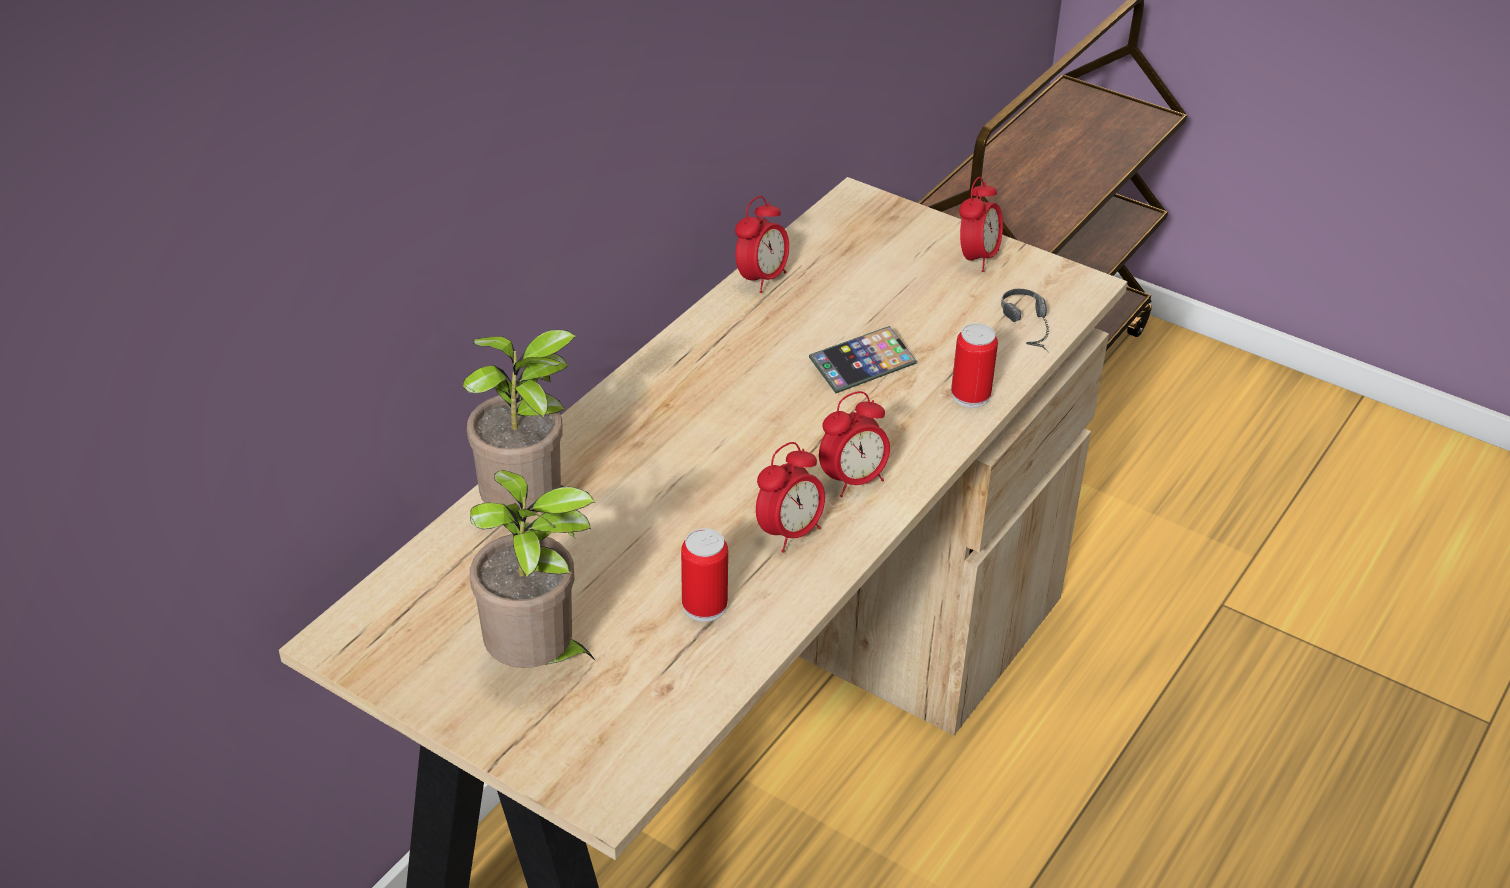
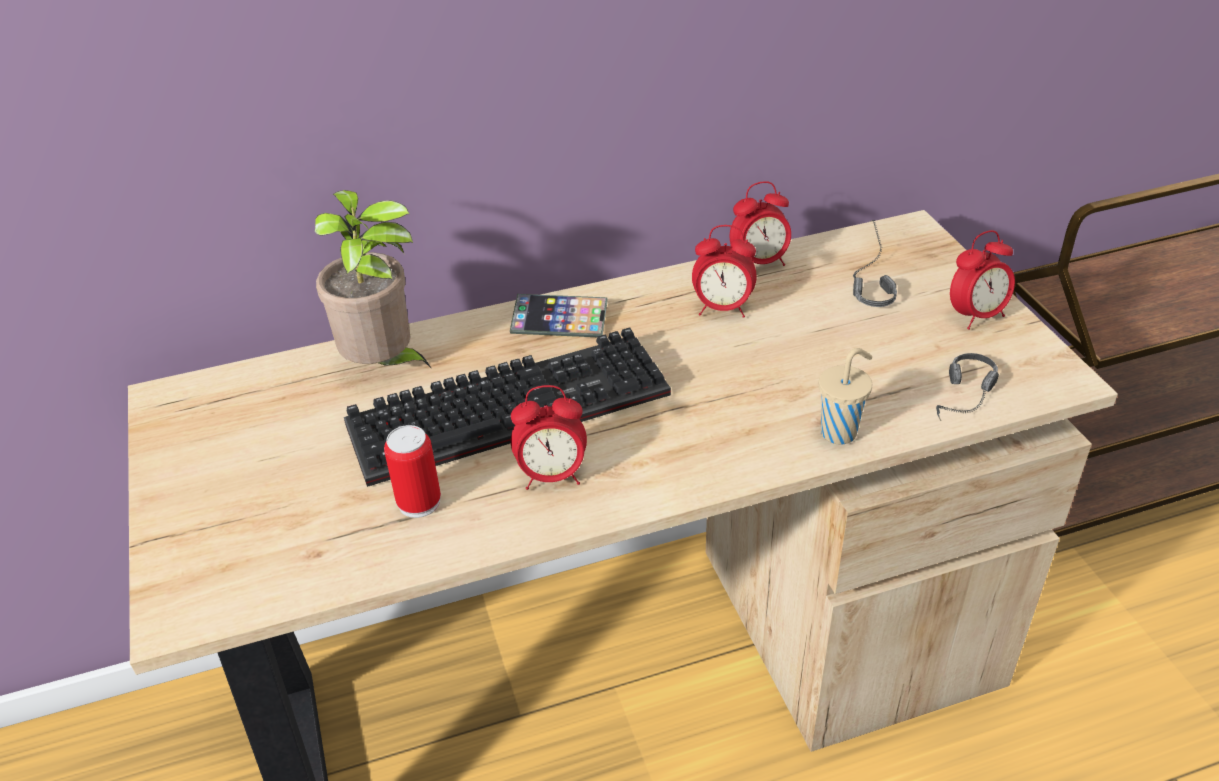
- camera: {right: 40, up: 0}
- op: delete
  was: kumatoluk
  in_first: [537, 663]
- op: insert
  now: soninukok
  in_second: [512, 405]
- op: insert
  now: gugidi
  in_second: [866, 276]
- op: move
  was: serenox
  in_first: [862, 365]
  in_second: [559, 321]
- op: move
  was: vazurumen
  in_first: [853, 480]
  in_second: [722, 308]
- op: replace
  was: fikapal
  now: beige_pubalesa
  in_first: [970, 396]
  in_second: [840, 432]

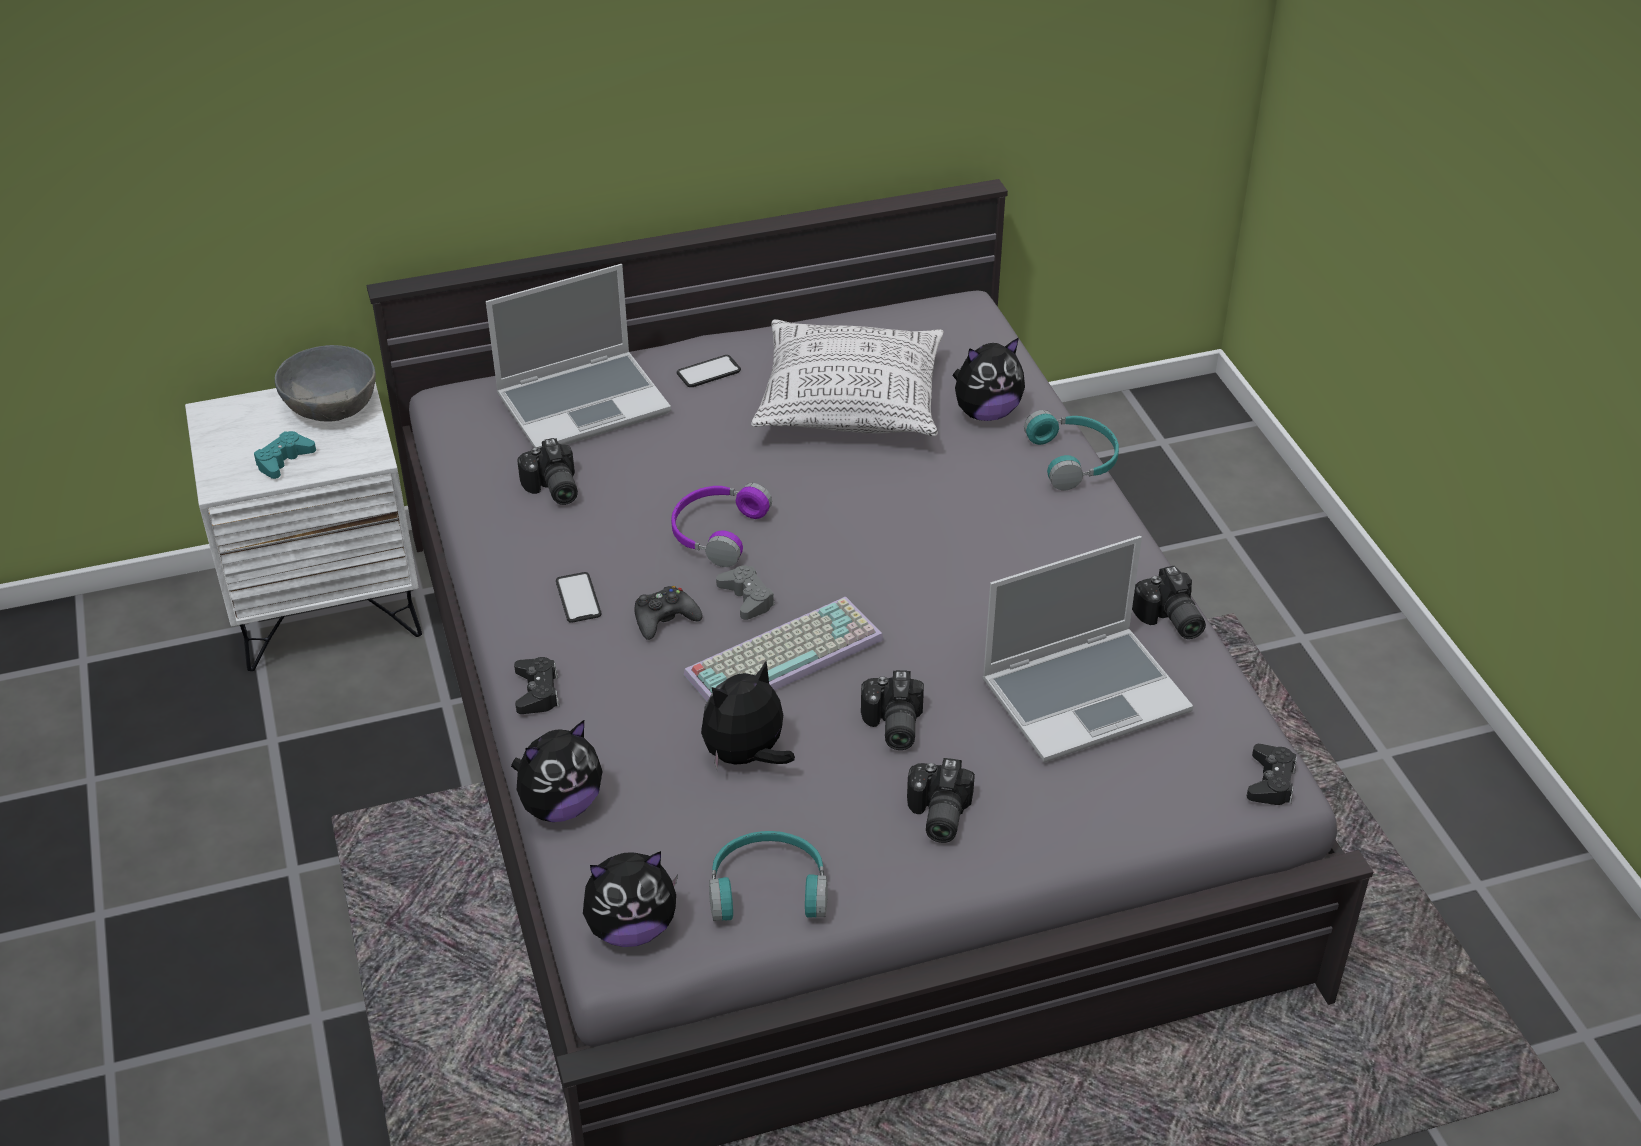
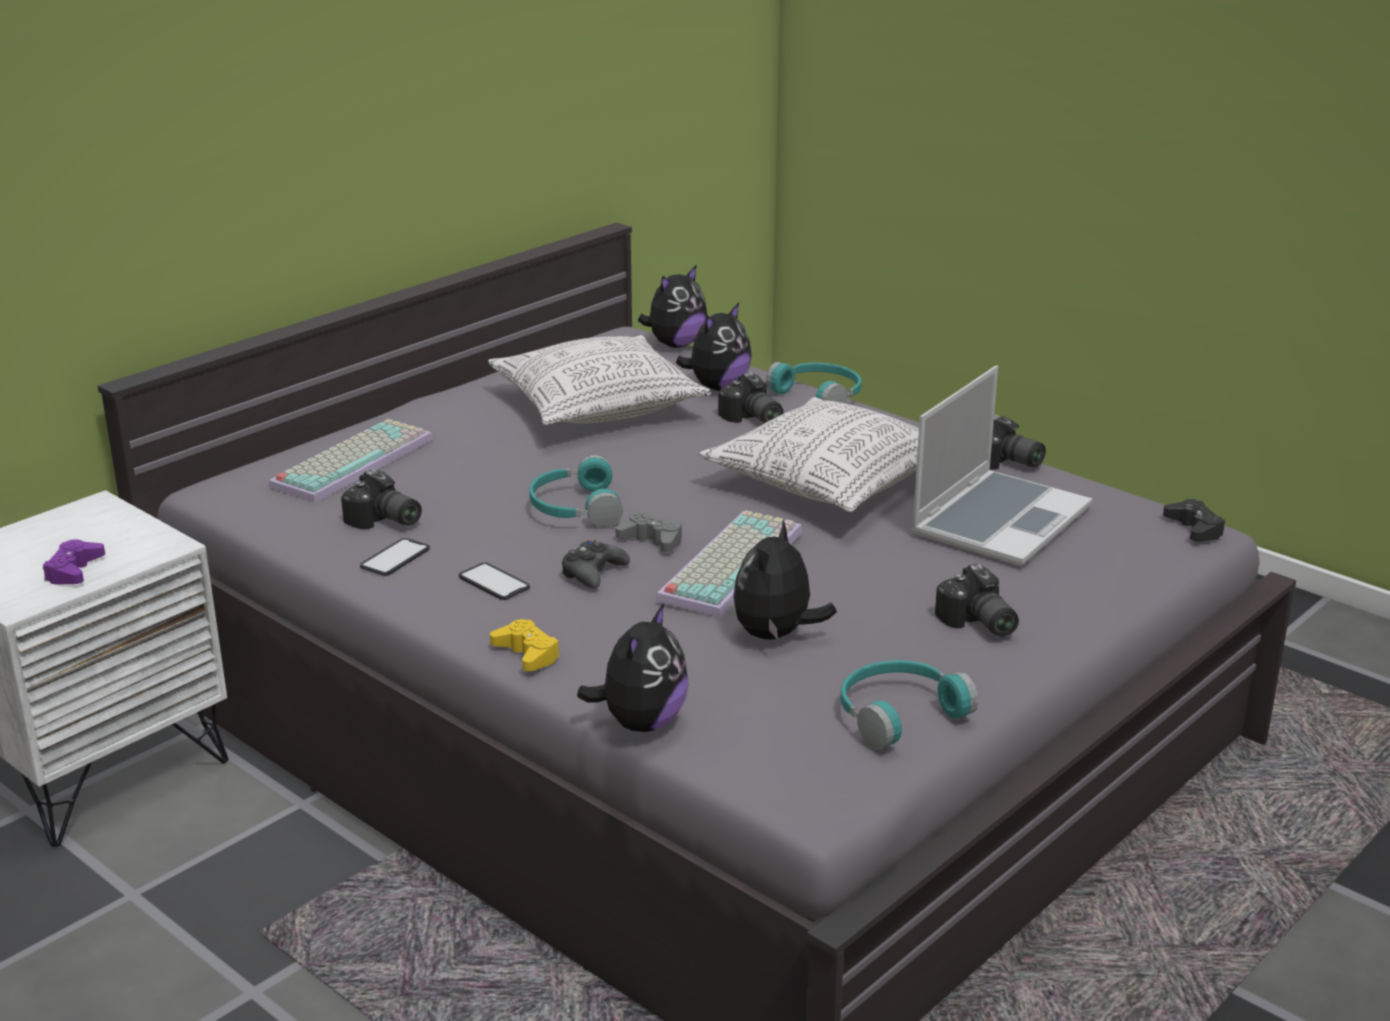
- camera: {right: -30, up: -15}
- op: delete
  was: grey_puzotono
  in_first: [332, 405]
- op: insert
  now: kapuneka
  in_second: [830, 482]
- op: move
  was: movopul
  in_first: [631, 928]
  in_second: [675, 344]
- op: move
  was: serenox
  in_first: [708, 372]
  in_second: [395, 558]
- op: move
  was: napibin
  in_first: [891, 726]
  in_second: [752, 419]
- op: replace
  was: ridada
  now: soninukok
  in_first: [584, 403]
  in_second: [352, 461]
- op: recolor
  was: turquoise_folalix
  now: purple_folalix
  in_first: [284, 460]
  in_second: [74, 570]
- op: recolor
  was: black_folalix
  now: yellow_folalix
  in_first: [537, 692]
  in_second: [527, 654]
- op: recolor
  was: purple_gugidi
  now: turquoise_gugidi
  in_first: [716, 532]
  in_second: [574, 508]

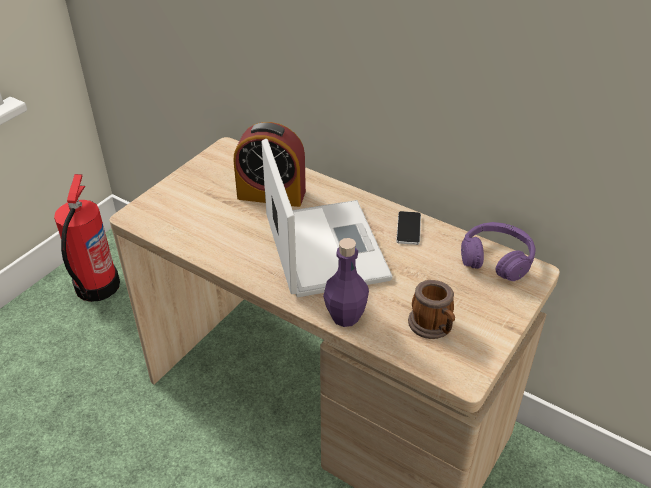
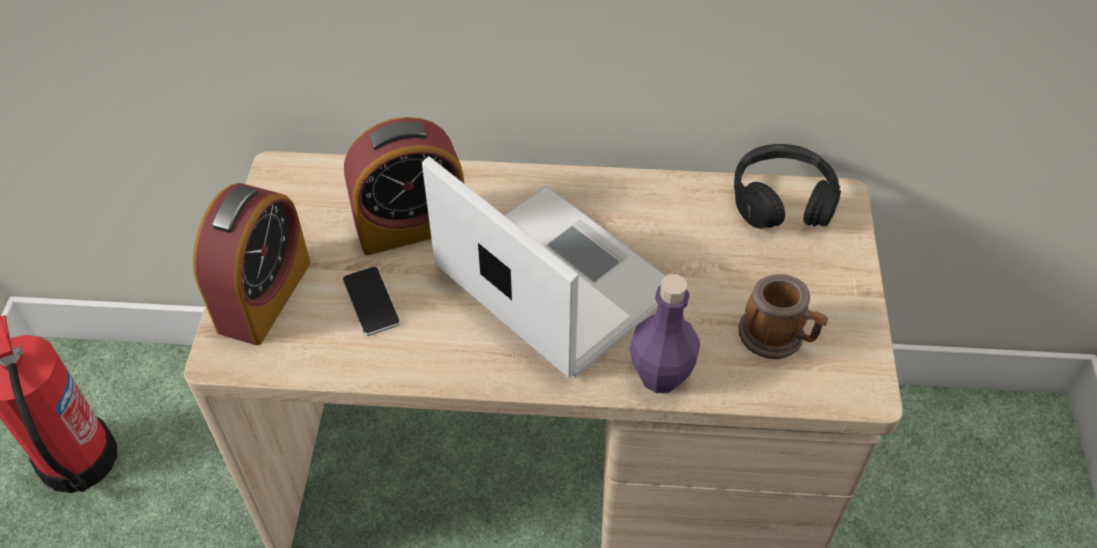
- camera: {right: -30, up: 10}
- op: insert
  now: vazurumen
  in_second: [264, 296]
- op: move
  was: serenox
  in_first: [408, 228]
  in_second: [371, 302]
- op: recolor
  was: purple_gugidi
  now: black_gugidi
  in_first: [496, 259]
  in_second: [782, 199]

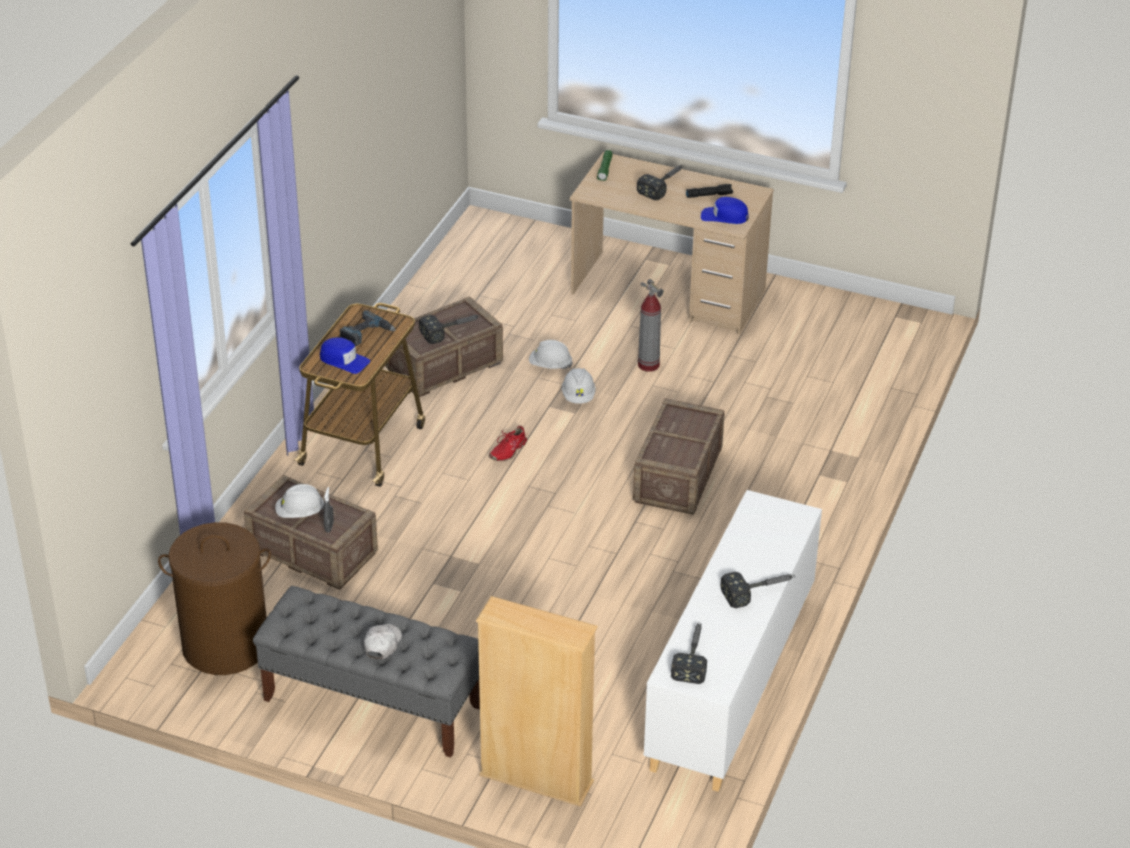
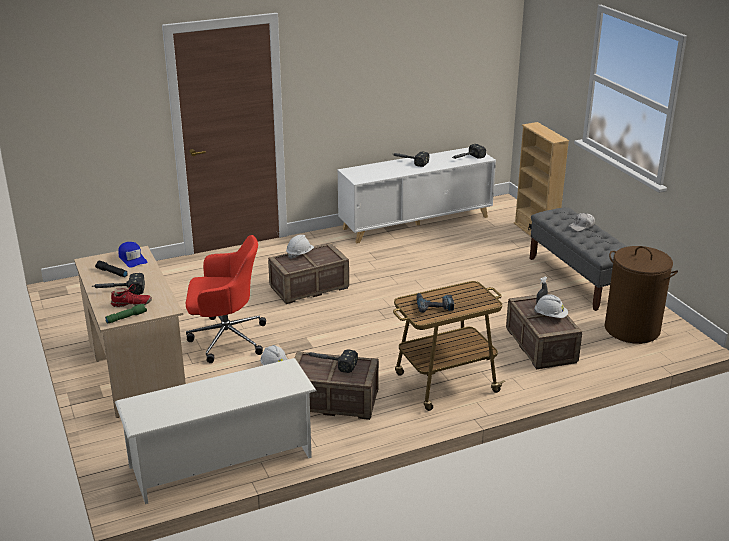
- camera: {right: -135, up: -10}
- op: delete
  was: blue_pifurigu
  in_first: [344, 360]
- op: insert
  now: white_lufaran
  in_second: [222, 462]
- op: move
  was: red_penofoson
  in_first: [508, 451]
  in_second: [131, 304]
- op: move
  was: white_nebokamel
  in_first: [578, 396]
  in_second: [299, 254]
- op: replace
  was: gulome
  now: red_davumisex
  in_first: [648, 365]
  in_second: [225, 338]

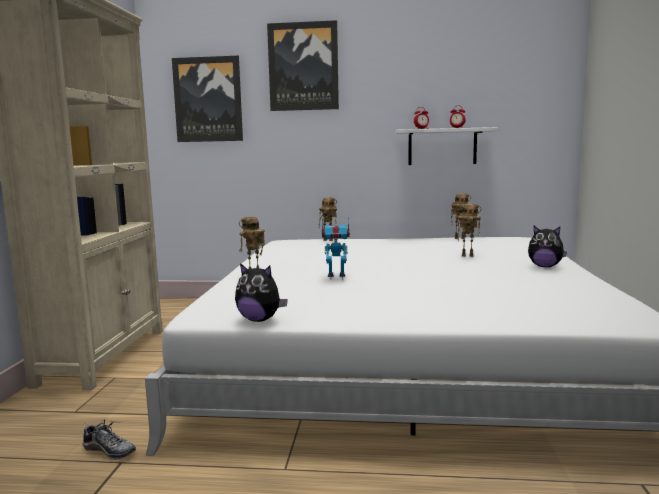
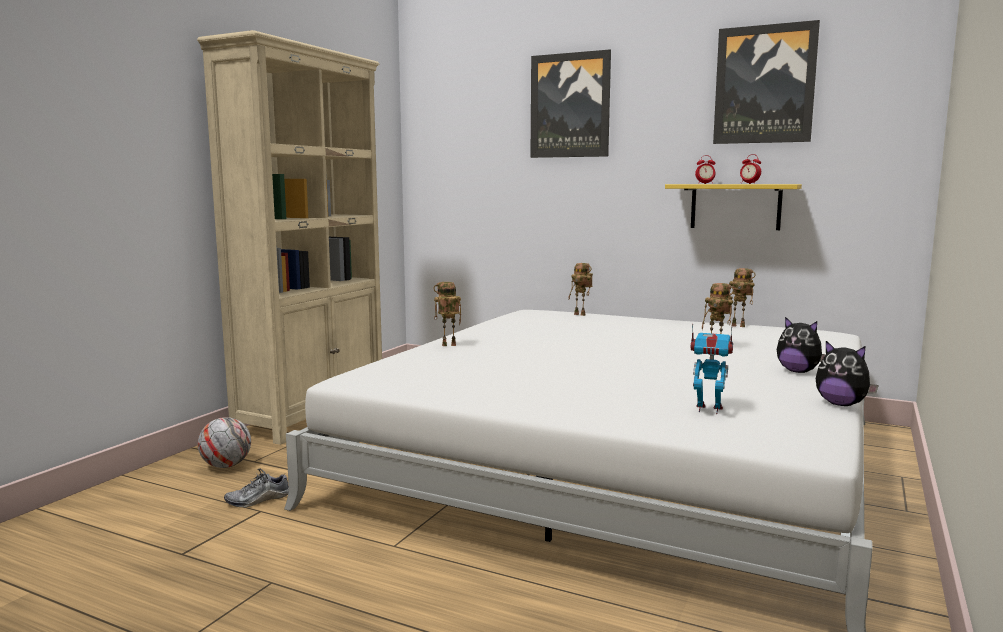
- camera: {right: 20, up: 0}
- op: insert
  now: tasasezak
  in_second: [226, 466]
- op: move
  was: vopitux
  in_first: [208, 100]
  in_second: [764, 85]
- op: move
  was: movopul
  in_first: [260, 320]
  in_second: [841, 404]
- op: move
  was: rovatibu
  in_first: [336, 277]
  in_second: [708, 409]
- op: recolor
  was: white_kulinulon
  now: yellow_kulinulon
  in_first: [442, 147]
  in_second: [735, 206]
- op: rotate
  was: penofoson
  in_first: [109, 451]
  in_second: [258, 500]
  clockwise: 105

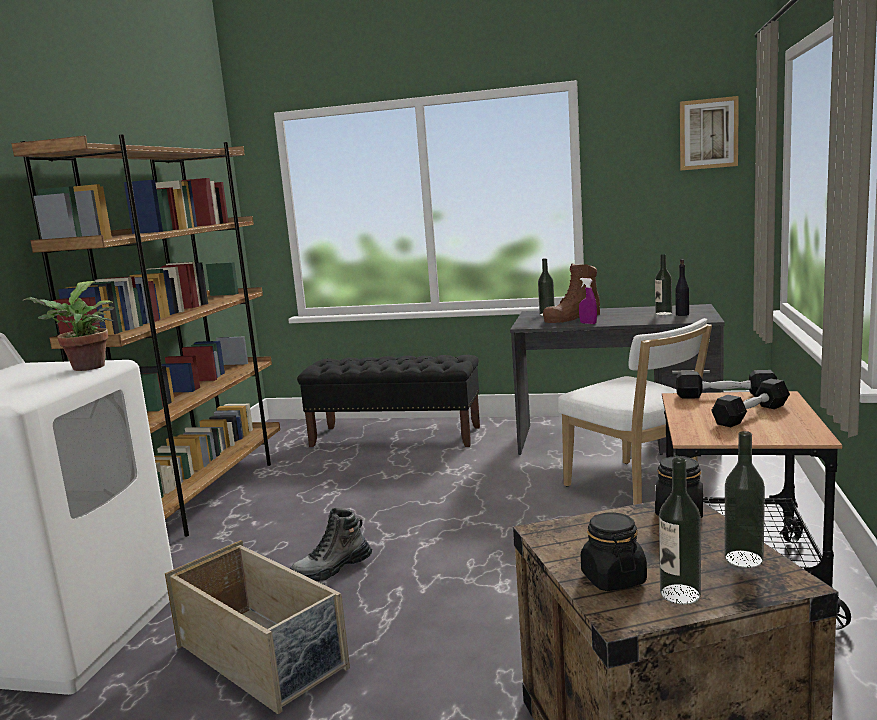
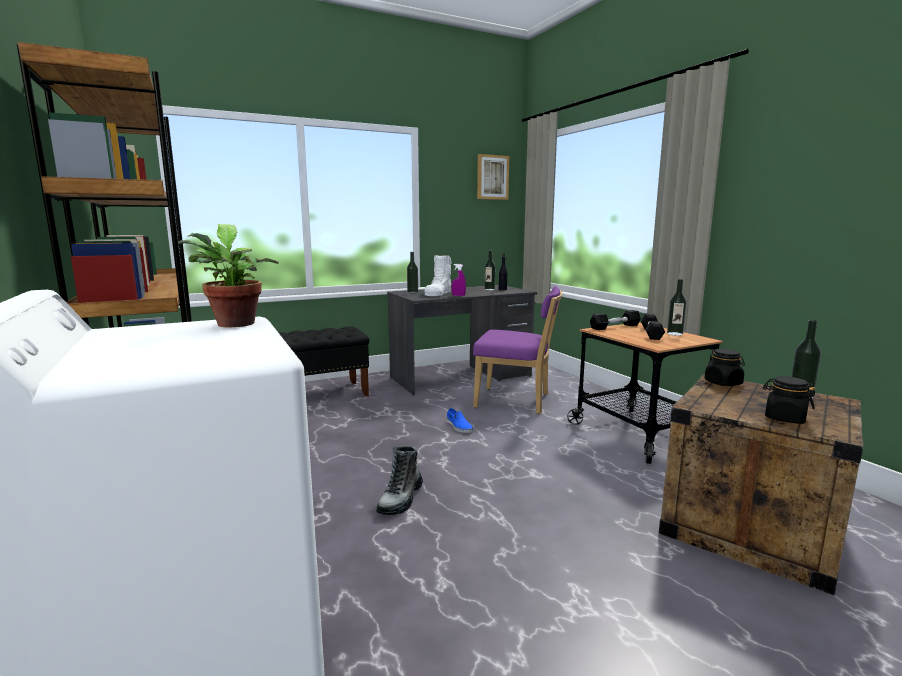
- camera: {right: -40, up: 0}
- op: delete
  was: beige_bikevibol
  in_first: [263, 657]
- op: insert
  now: blue_penofoson
  in_second: [459, 426]
- op: move
  was: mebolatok
  in_first: [680, 594]
  in_second: [675, 333]
- op: recolor
  was: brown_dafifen
  now: white_dafifen
  in_first: [572, 318]
  in_second: [438, 293]
- op: recolor
  was: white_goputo
  now: purple_goputo
  in_first: [635, 488]
  in_second: [516, 401]

